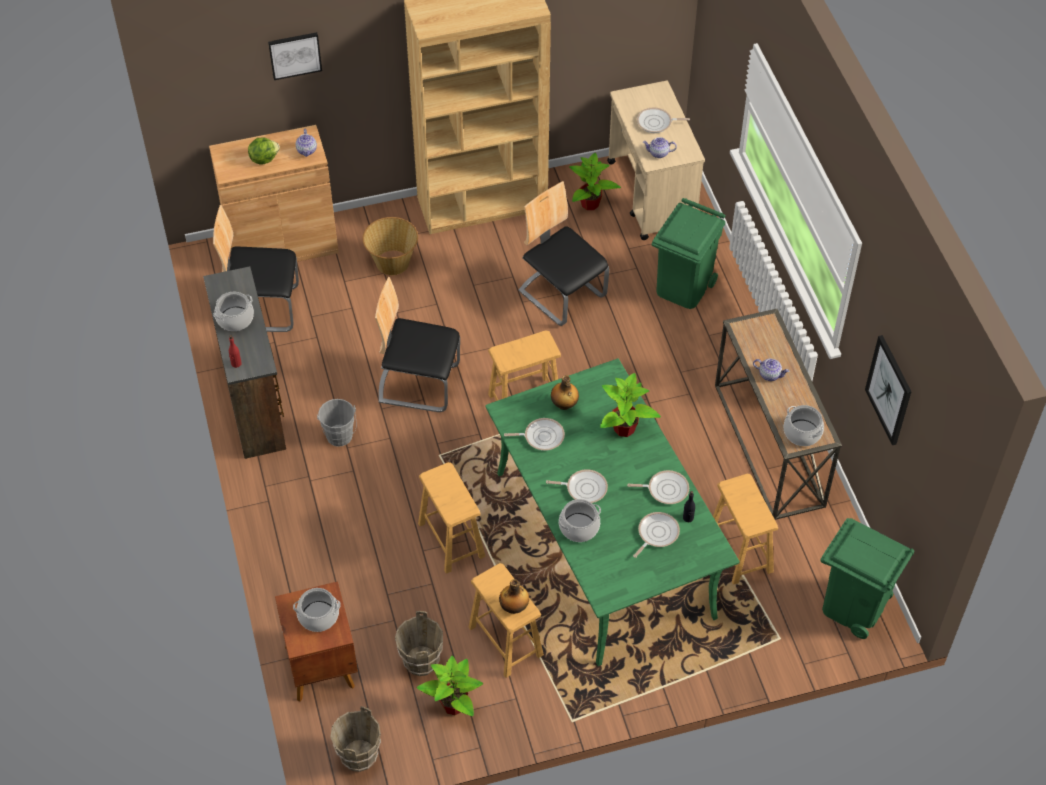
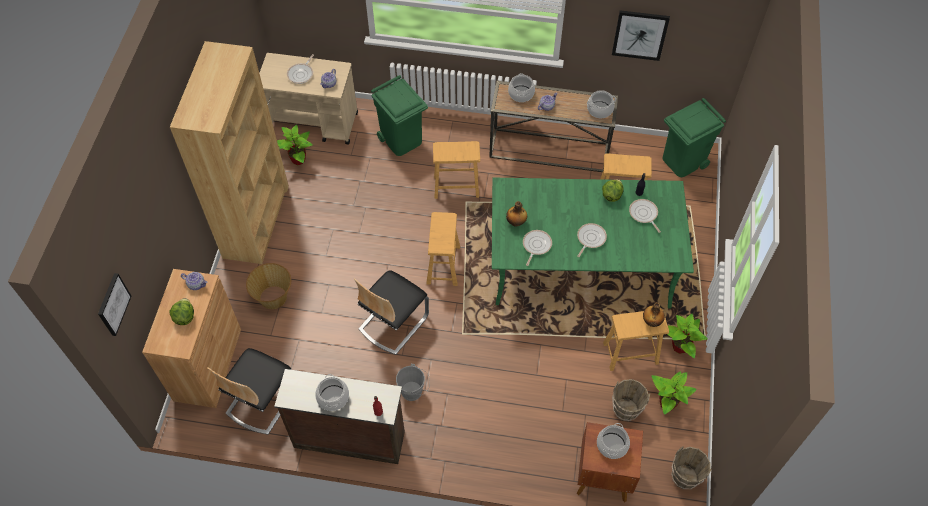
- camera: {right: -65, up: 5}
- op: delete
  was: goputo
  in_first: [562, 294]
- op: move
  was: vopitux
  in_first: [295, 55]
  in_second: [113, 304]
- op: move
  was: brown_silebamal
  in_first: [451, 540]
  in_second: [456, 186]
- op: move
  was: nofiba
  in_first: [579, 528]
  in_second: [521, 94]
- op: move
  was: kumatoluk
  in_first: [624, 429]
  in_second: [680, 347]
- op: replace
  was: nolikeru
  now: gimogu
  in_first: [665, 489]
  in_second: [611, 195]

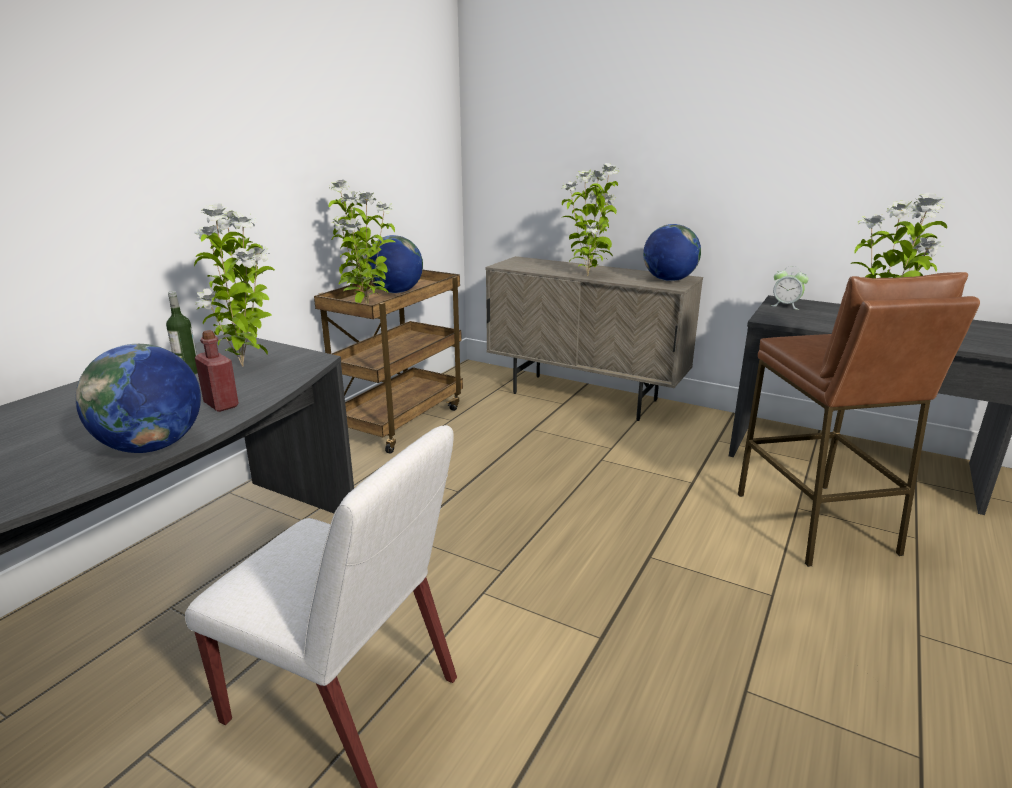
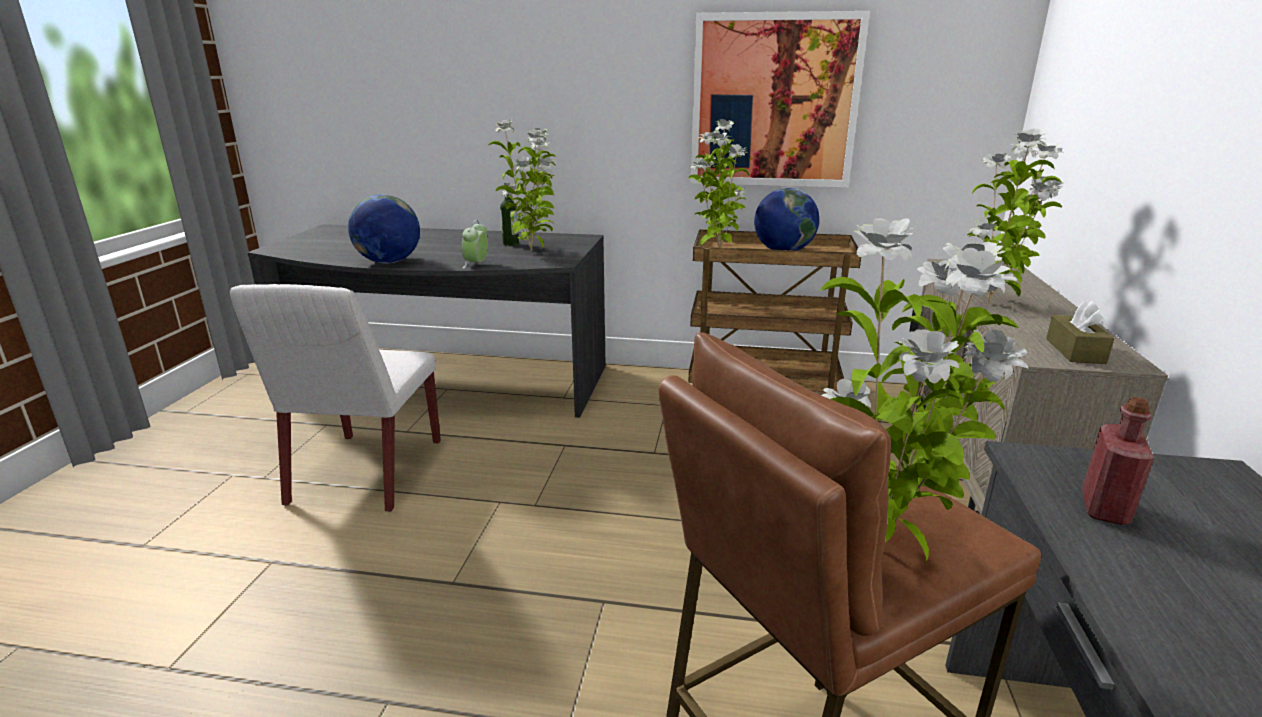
- camera: {right: 70, up: 0}
- op: insert
  now: vopitux
  in_second: [774, 102]
- op: move
  was: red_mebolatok
  in_first: [221, 405]
  in_second: [1104, 508]
- op: move
  was: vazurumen
  in_first: [786, 306]
  in_second: [476, 265]
- op: replace
  was: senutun
  now: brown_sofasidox
  in_first: [669, 280]
  in_second: [1075, 351]

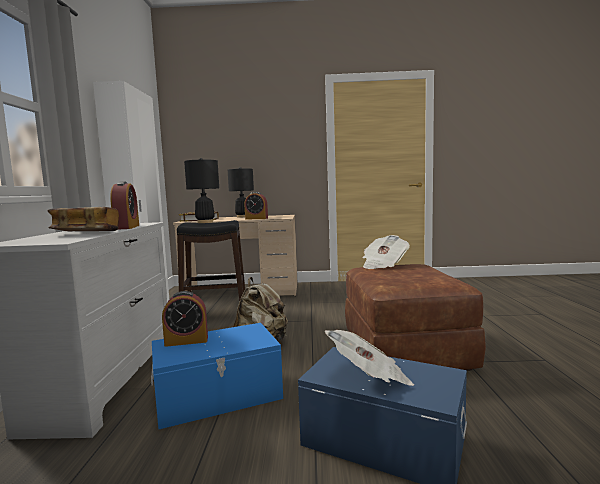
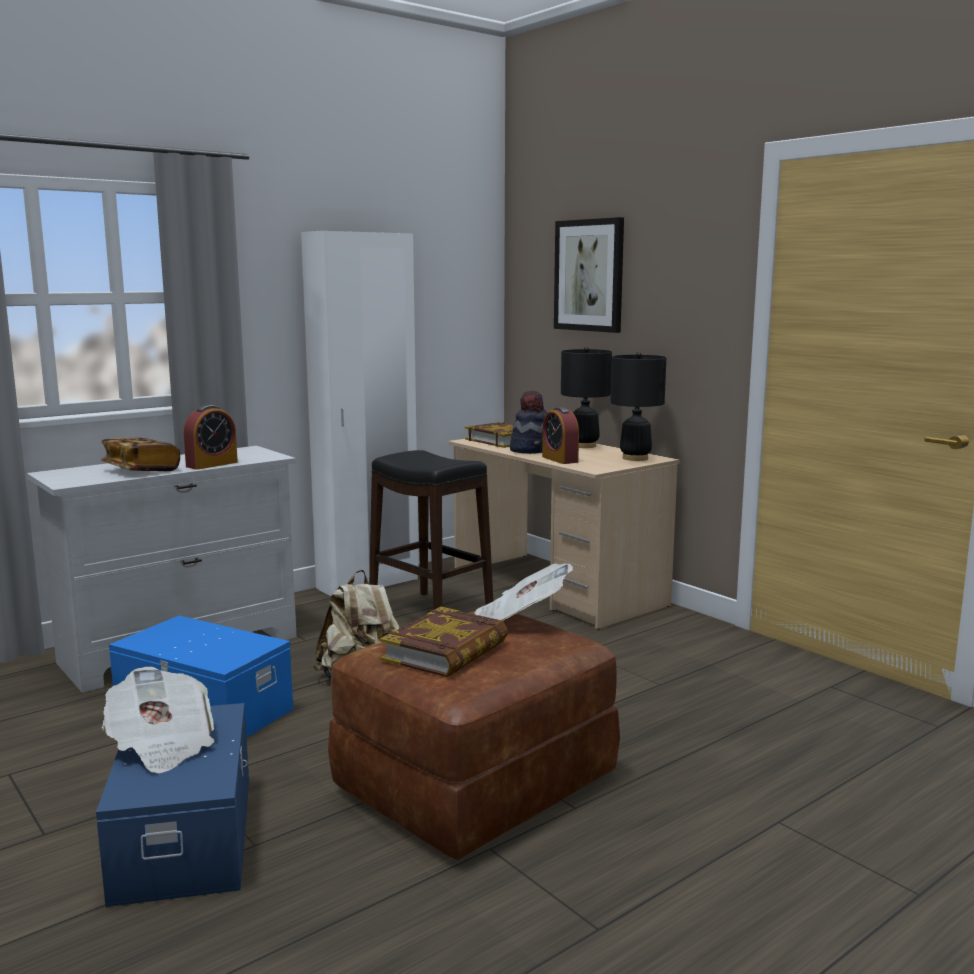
- camera: {right: 50, up: 5}
- op: delete
  was: vazurumen
  in_first: [186, 341]
- op: insert
  now: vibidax
  in_second: [446, 651]
- op: insert
  now: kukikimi
  in_second: [532, 450]
- op: insert
  now: vopitux
  in_second: [589, 275]
- op: move
  was: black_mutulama
  in_first: [205, 222]
  in_second: [635, 458]

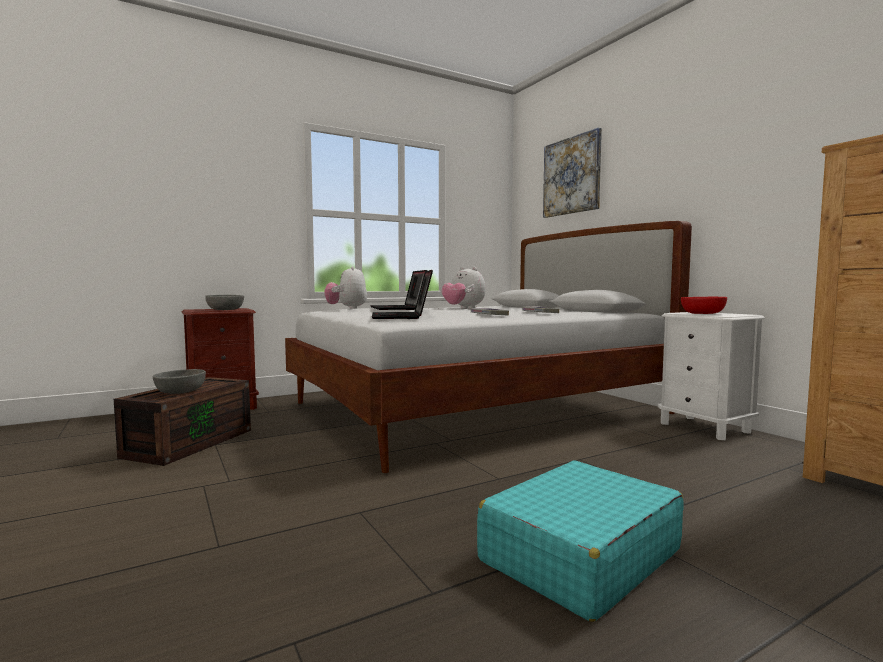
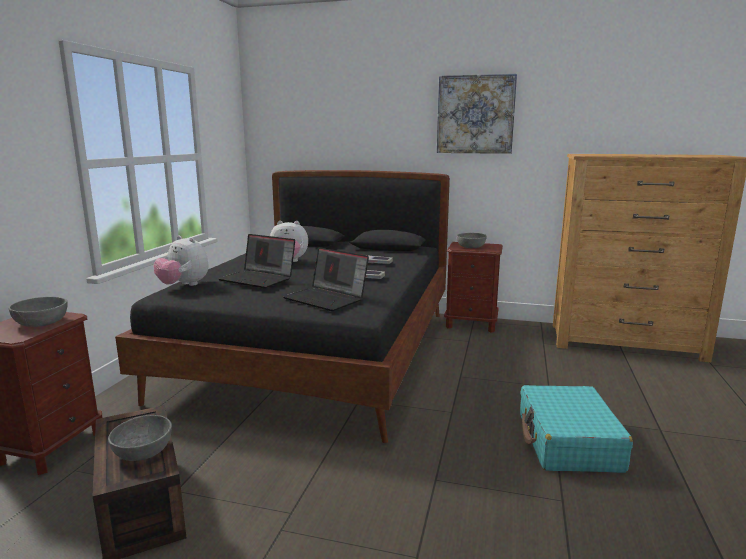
- camera: {right: -45, up: 10}
- op: move
  was: vopitux
  in_first: [571, 176]
  in_second: [475, 114]
- op: recolor
  was: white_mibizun
  now: black_mibizun
  in_first: [478, 409]
  in_second: [319, 353]
- op: recolor
  was: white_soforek
  now: brown_soforek
  in_first: [704, 428]
  in_second: [471, 324]
- op: recolor
  was: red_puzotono
  now: grey_puzotono
  in_first: [702, 313]
  in_second: [471, 247]

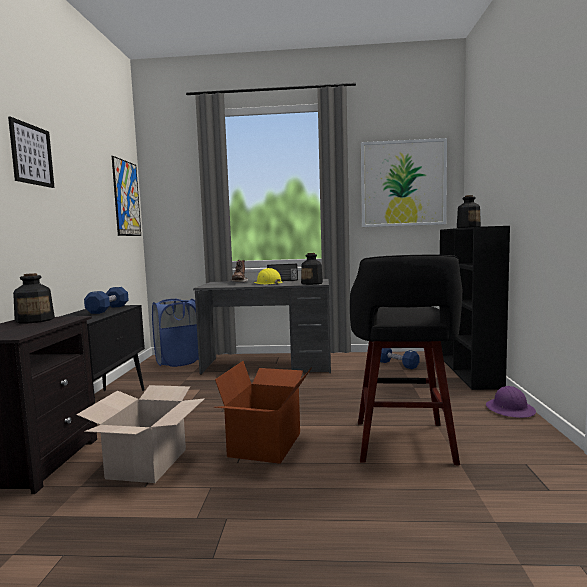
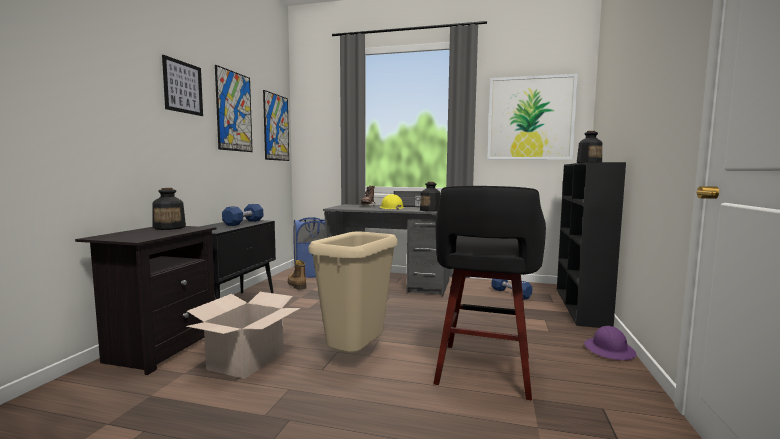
- camera: {right: 10, up: 0}
- op: insert
  now: vopitux
  in_second: [234, 111]
- op: insert
  now: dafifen
  in_second: [296, 285]
- op: replace
  was: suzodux
  now: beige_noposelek
  in_first: [267, 445]
  in_second: [355, 356]

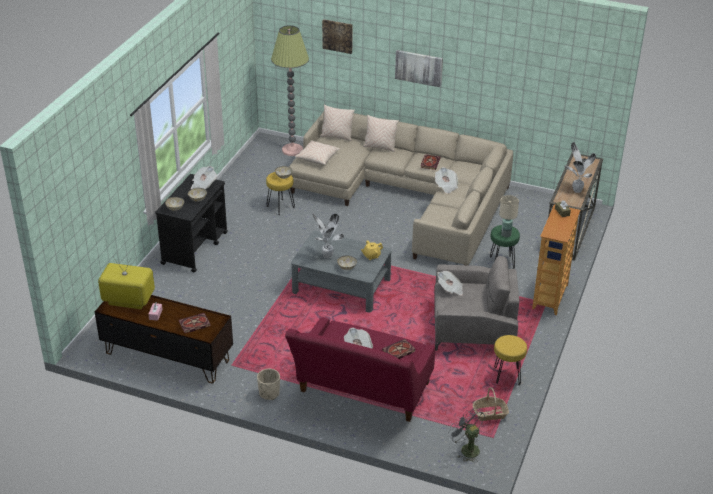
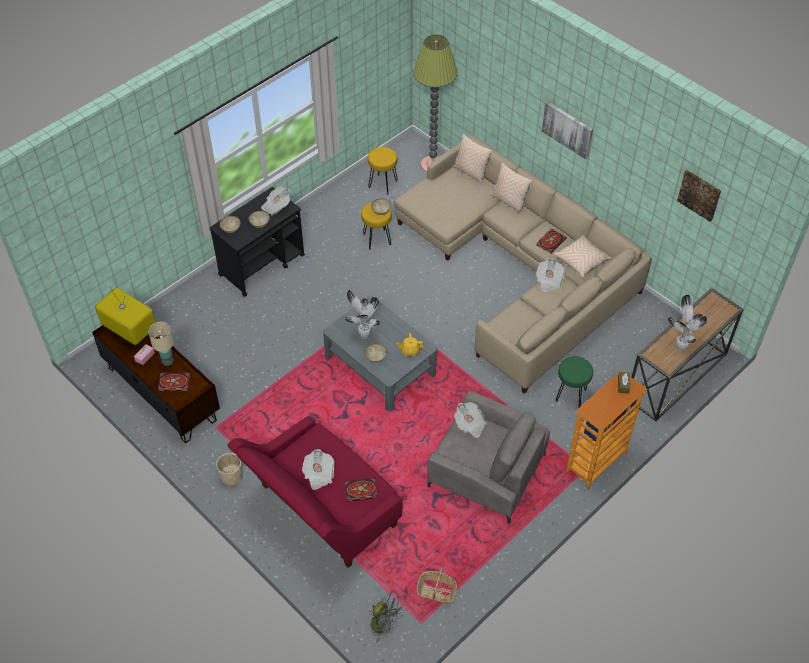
- camera: {right: 25, up: 15}
- op: move
  was: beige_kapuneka
  in_first: [317, 158]
  in_second: [581, 261]
- op: move
  was: vopitux
  in_first: [337, 36]
  in_second: [699, 194]
- op: move
  was: yellow_silebamal
  in_first: [507, 376]
  in_second: [383, 184]
- op: move
  was: beige_mutulama
  in_first: [506, 234]
  in_second: [167, 361]
- op: rotate
  was: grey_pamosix
  in_first: [466, 449]
  in_second: [385, 625]
  clockwise: 135

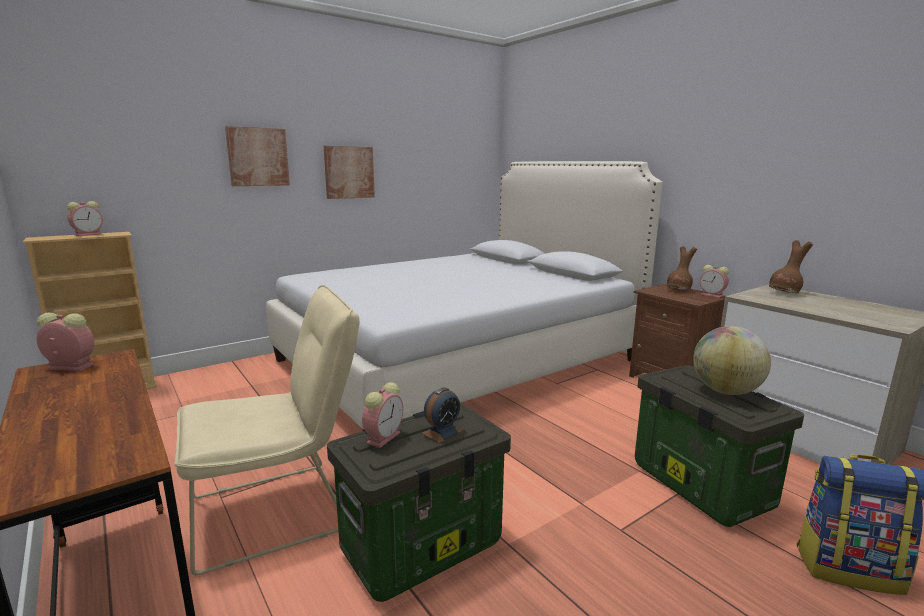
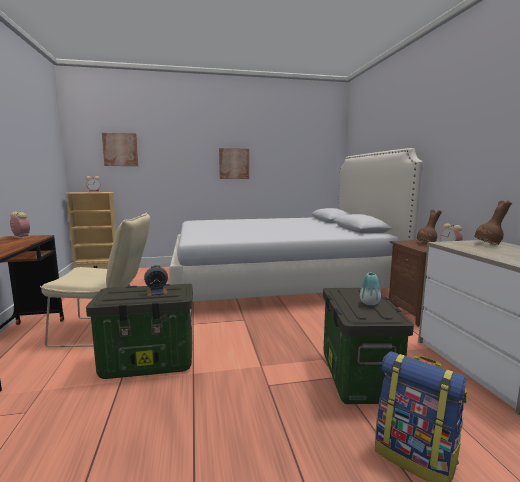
- camera: {right: 25, up: -5}
- op: delete
  was: vazurumen
  in_first: [384, 437]
- op: move
  was: vopitux
  in_first: [258, 157]
  in_second: [120, 149]
- op: replace
  was: senutun
  now: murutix
  in_first: [725, 391]
  in_second: [369, 303]

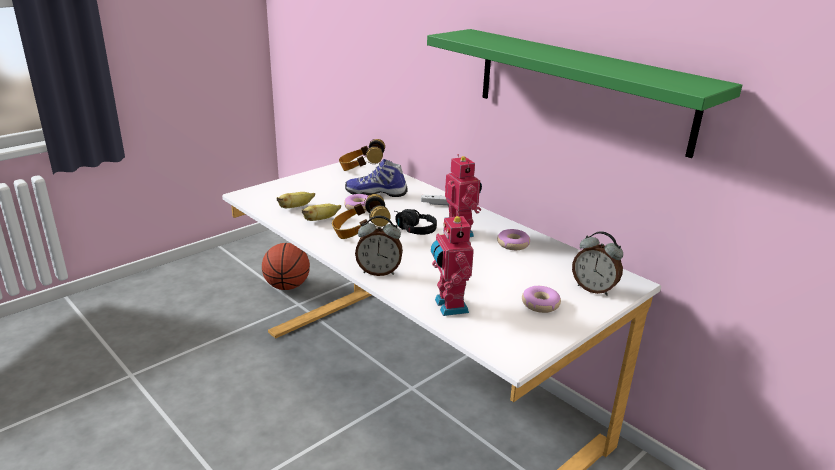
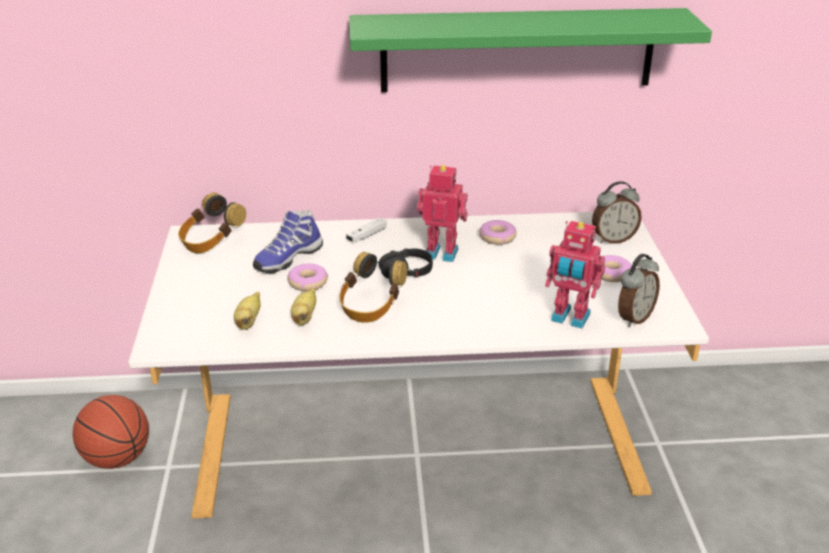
- camera: {right: -50, up: 5}
- op: move
  was: vazurumen
  in_first: [379, 272]
  in_second: [634, 318]

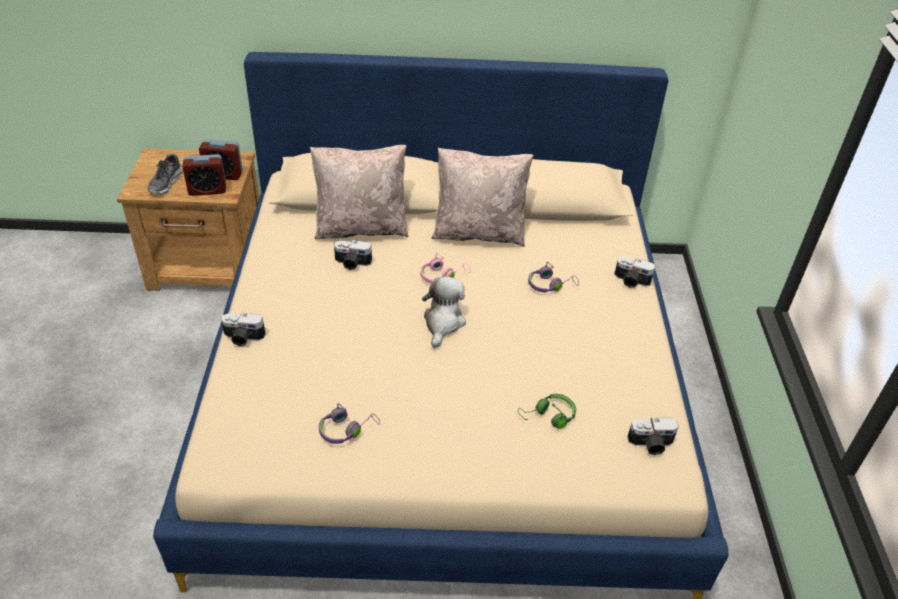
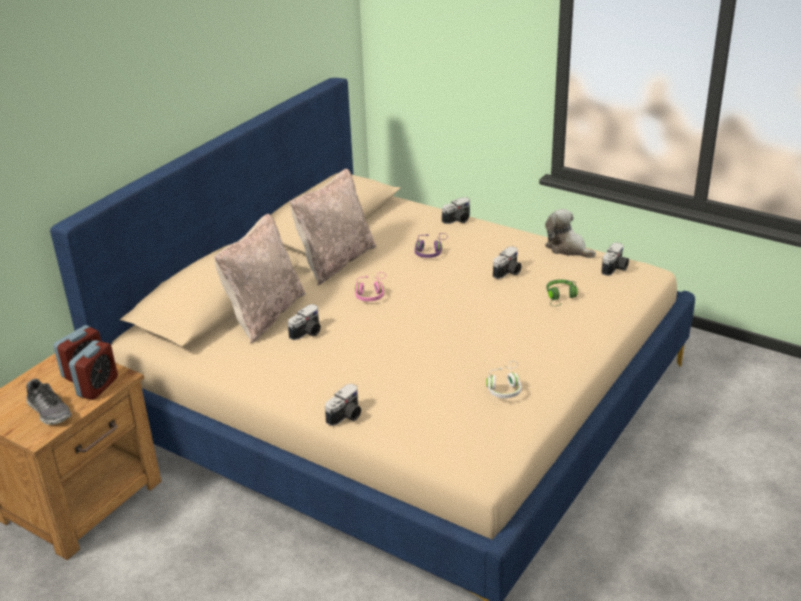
- camera: {right: -55, up: -10}
- op: insert
  now: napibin
  in_second: [508, 272]
- op: move
  was: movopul
  in_first: [443, 323]
  in_second: [567, 248]
- op: recolor
  was: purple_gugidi
  now: white_gugidi
  in_first: [346, 429]
  in_second: [504, 387]

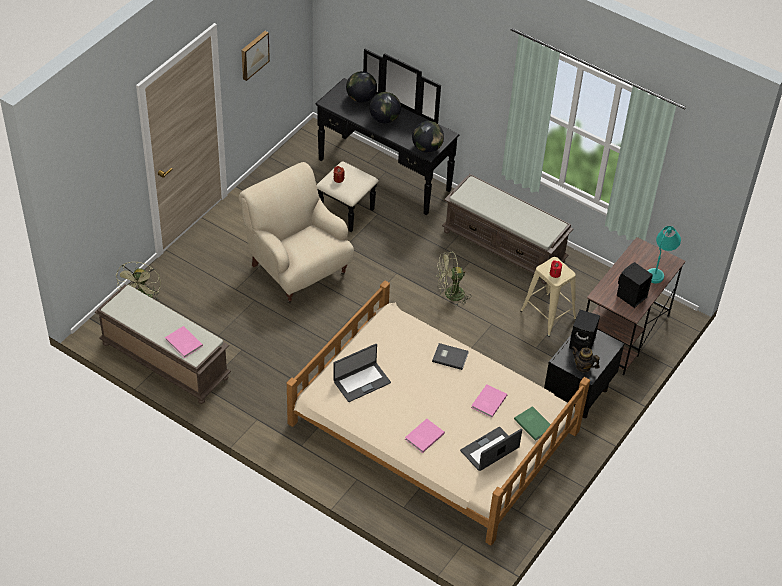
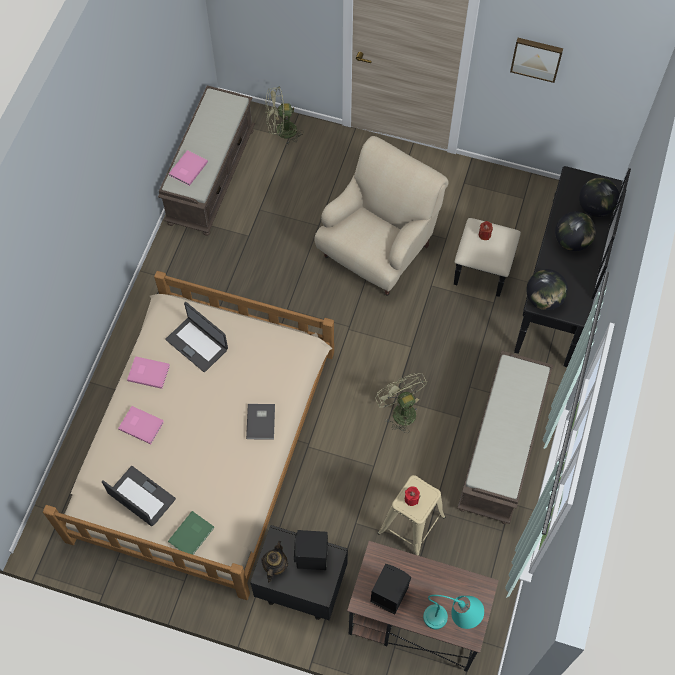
- camera: {right: 75, up: 15}
- op: move
  was: pink_vibidax
  in_first: [488, 401]
  in_second: [148, 372]

